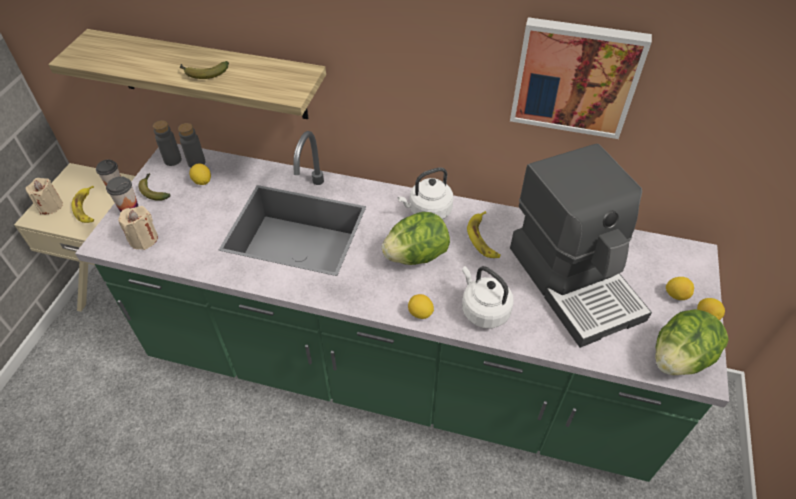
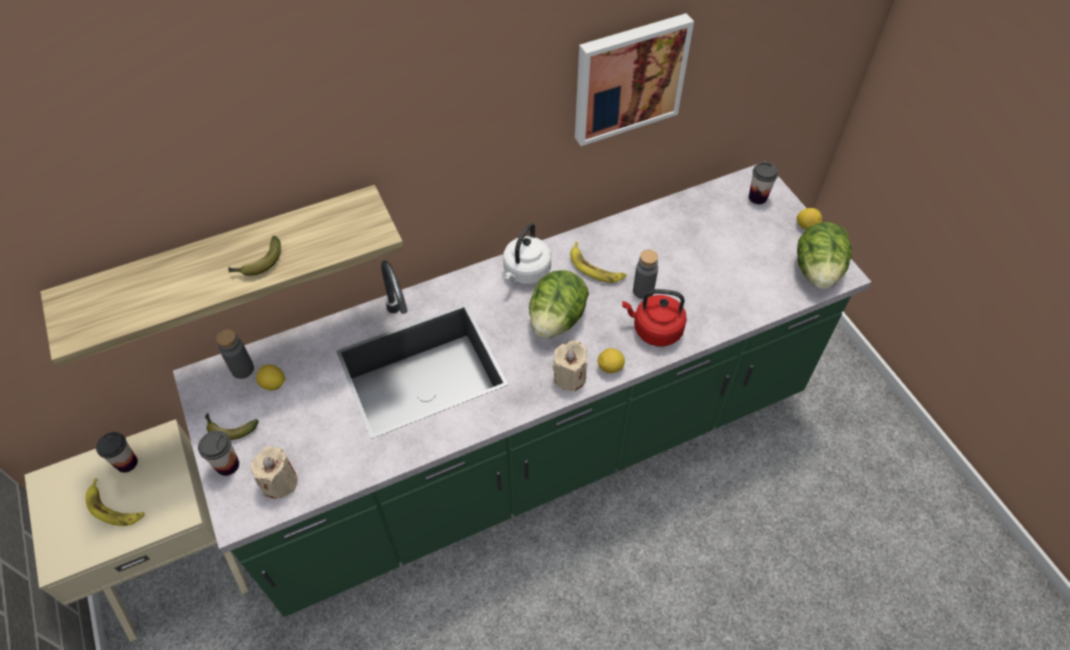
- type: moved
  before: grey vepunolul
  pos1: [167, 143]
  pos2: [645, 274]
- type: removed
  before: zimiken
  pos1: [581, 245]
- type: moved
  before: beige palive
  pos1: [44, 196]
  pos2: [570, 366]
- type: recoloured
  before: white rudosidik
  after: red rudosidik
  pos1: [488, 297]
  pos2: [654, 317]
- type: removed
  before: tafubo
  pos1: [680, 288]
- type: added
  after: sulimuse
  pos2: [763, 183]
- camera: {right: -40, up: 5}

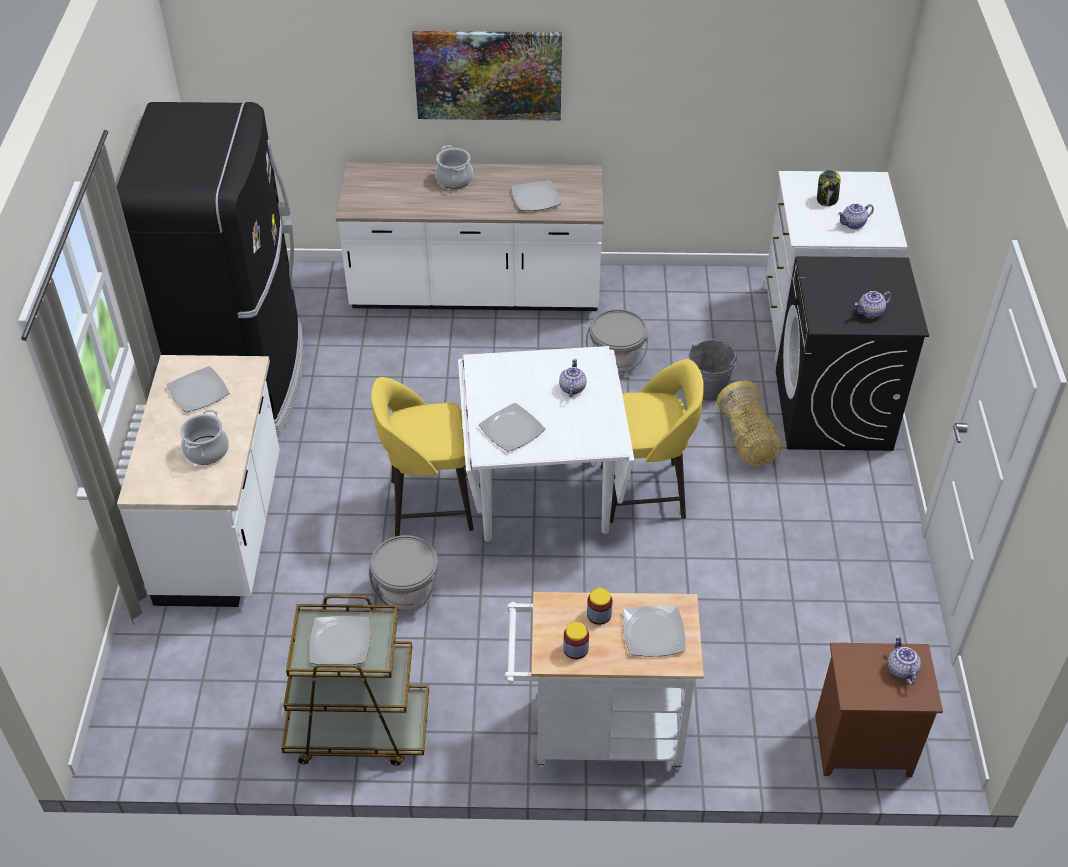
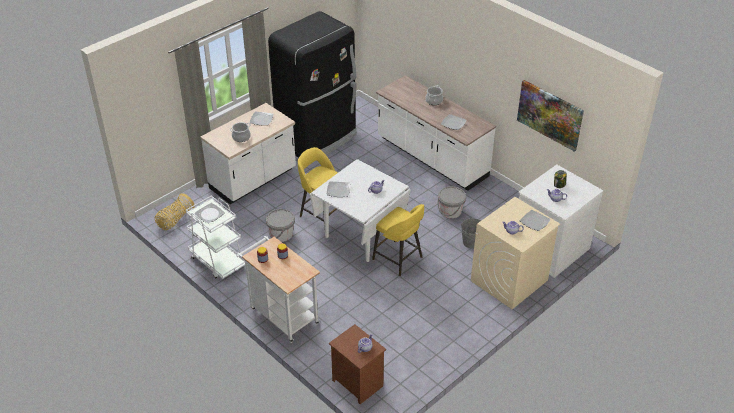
- type: moved
  before: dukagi
  pos1: [487, 76]
  pos2: [550, 116]
- type: recoloured
  before: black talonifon
  after: beige talonifon
  pos1: [852, 353]
  pos2: [515, 253]
- type: moved
  before: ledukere
  pos1: [749, 423]
  pos2: [175, 211]
- type: recoloured
  before: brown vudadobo
  after: white vudadobo
  pos1: [355, 680]
  pos2: [215, 237]
- type: moved
  before: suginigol
  pos1: [654, 631]
  pos2: [535, 220]
- camera: {right: 45, up: -5}

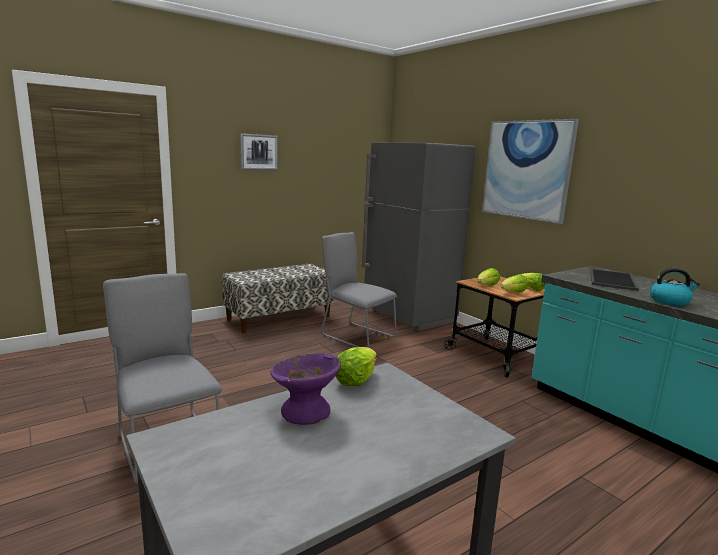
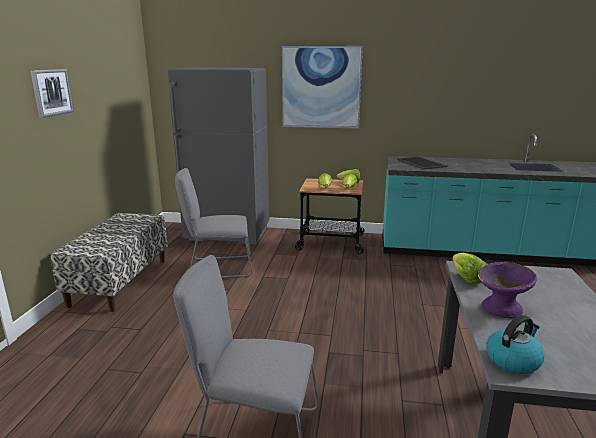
- type: moved
  before: rudosidik
  pos1: [675, 287]
  pos2: [515, 344]
- camera: {right: -45, up: 5}

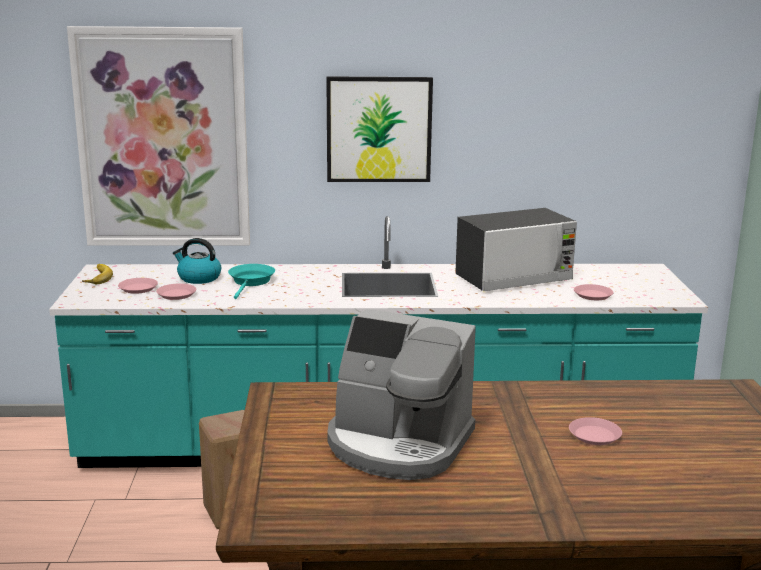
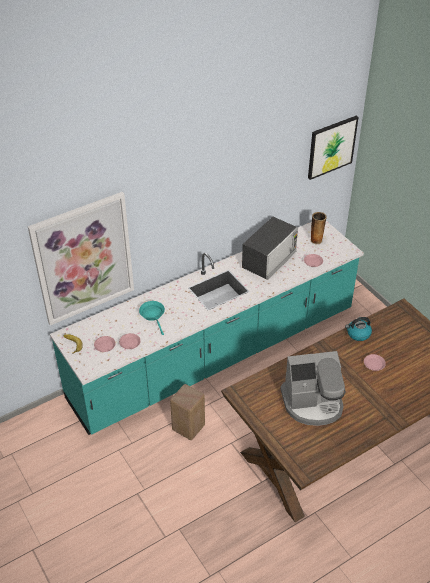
- type: moved
  before: dukagi
  pos1: [379, 129]
  pos2: [333, 148]
- type: moved
  before: rudosidik
  pos1: [197, 261]
  pos2: [358, 329]
- type: added
  after: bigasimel
  pos2: [319, 228]
- camera: {right: -30, up: 25}

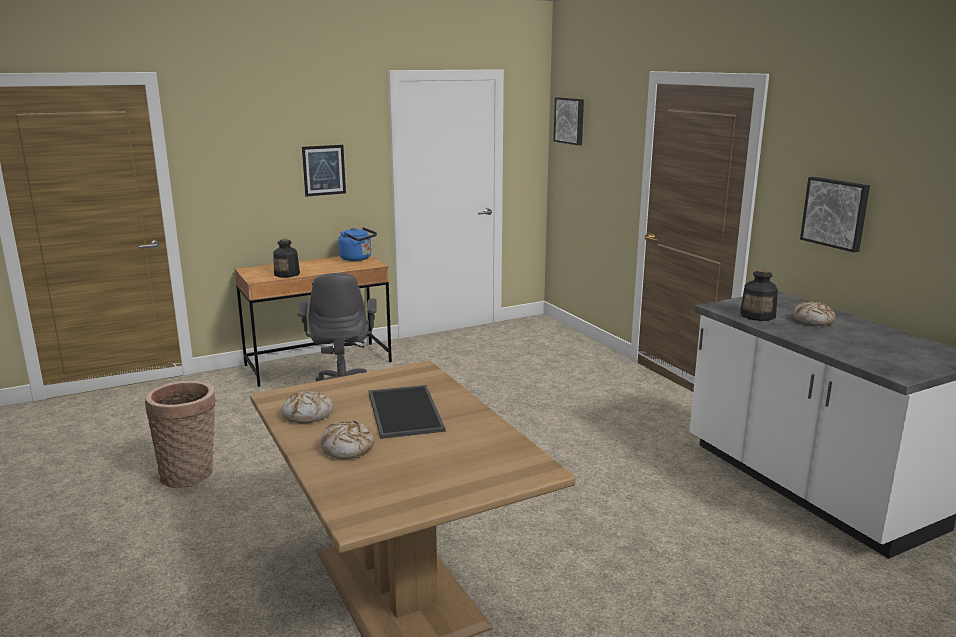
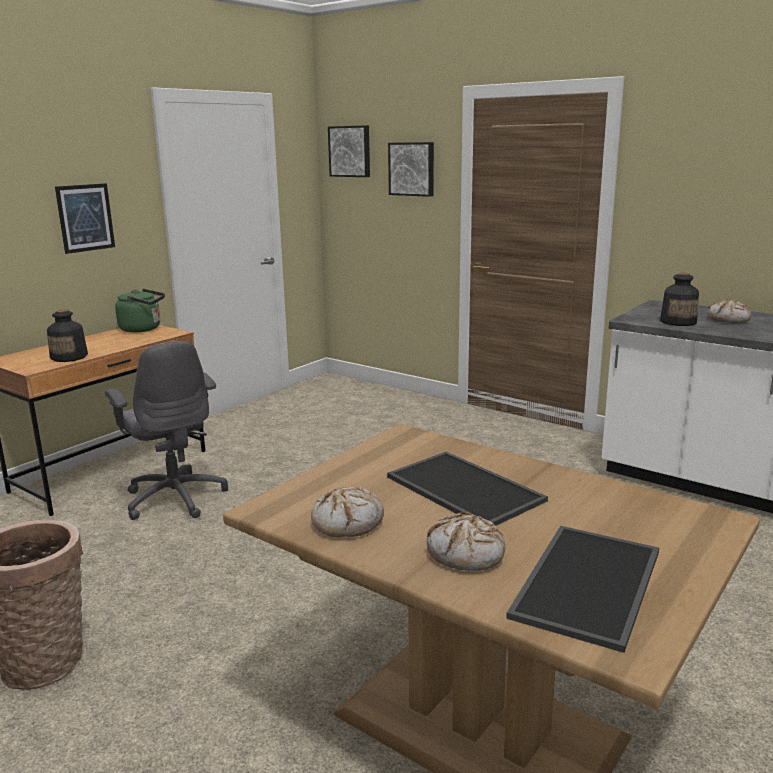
- type: moved
  before: dukagi
  pos1: [835, 214]
  pos2: [411, 169]
- type: recoloured
  before: blue rudosidik
  after: green rudosidik
  pos1: [357, 244]
  pos2: [140, 311]
- type: added
  after: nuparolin
  pos2: [582, 589]
- camera: {right: -25, up: 0}

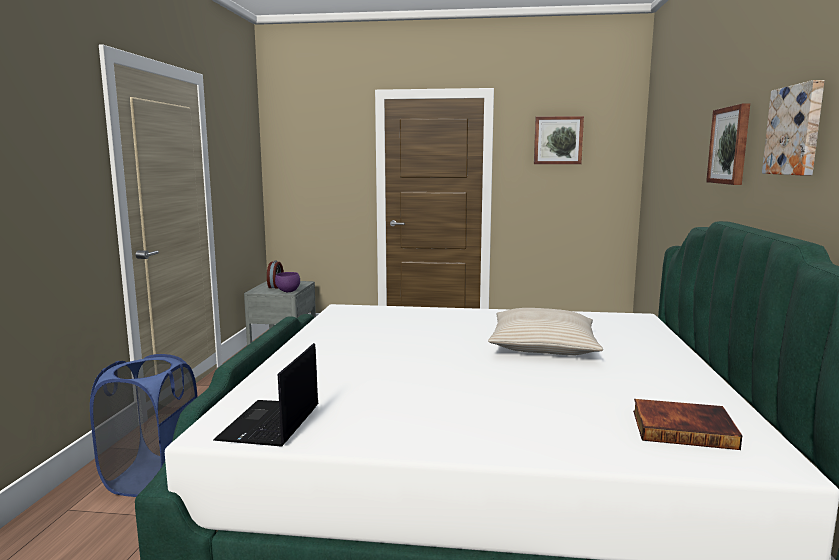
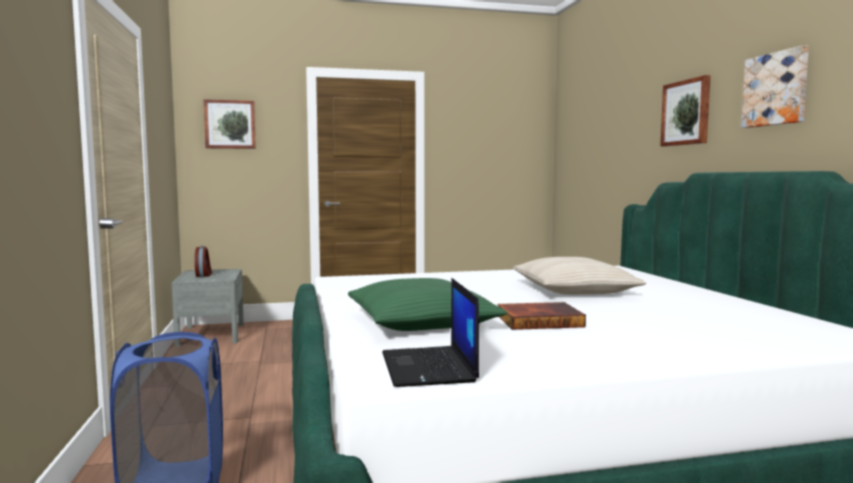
- type: moved
  before: dukagi
  pos1: [559, 140]
  pos2: [230, 124]
- type: removed
  before: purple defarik
  pos1: [287, 282]
- type: moved
  before: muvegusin
  pos1: [687, 424]
  pos2: [541, 316]
- type: added
  after: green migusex
  pos2: [427, 304]
- camera: {right: -20, up: -5}

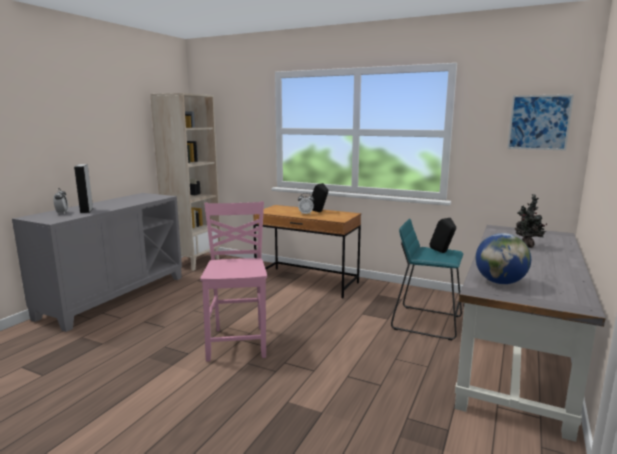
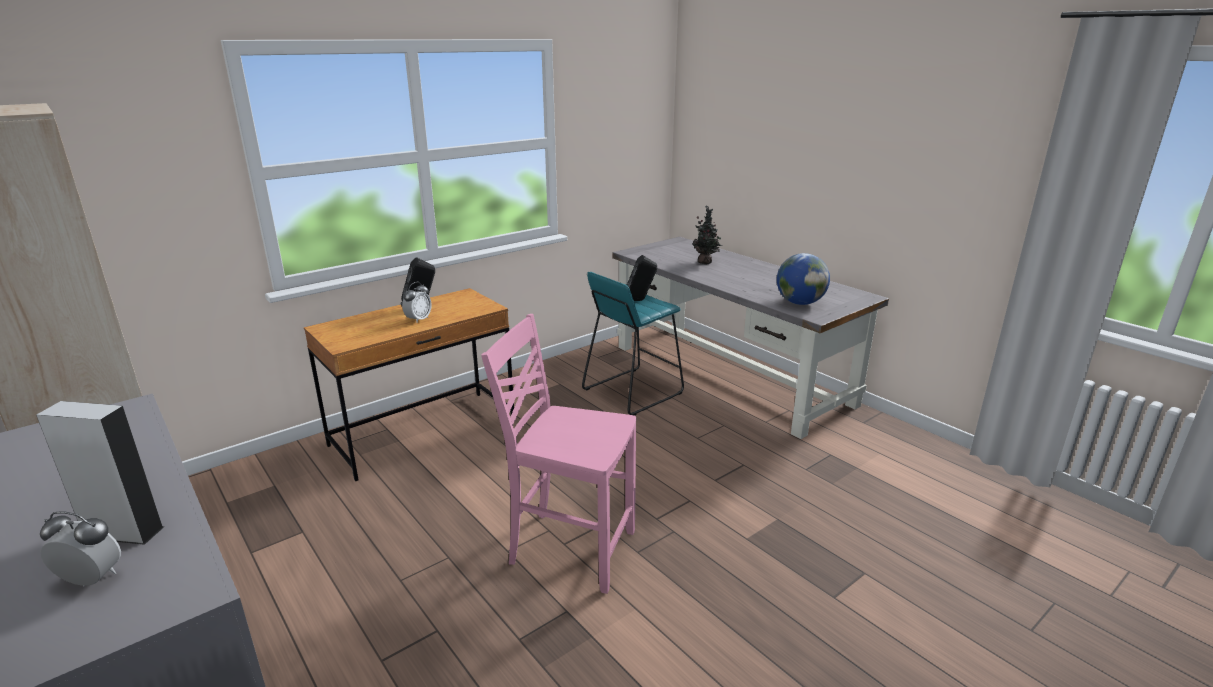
- type: removed
  before: dukagi
  pos1: [540, 122]
- camera: {right: -65, up: 10}

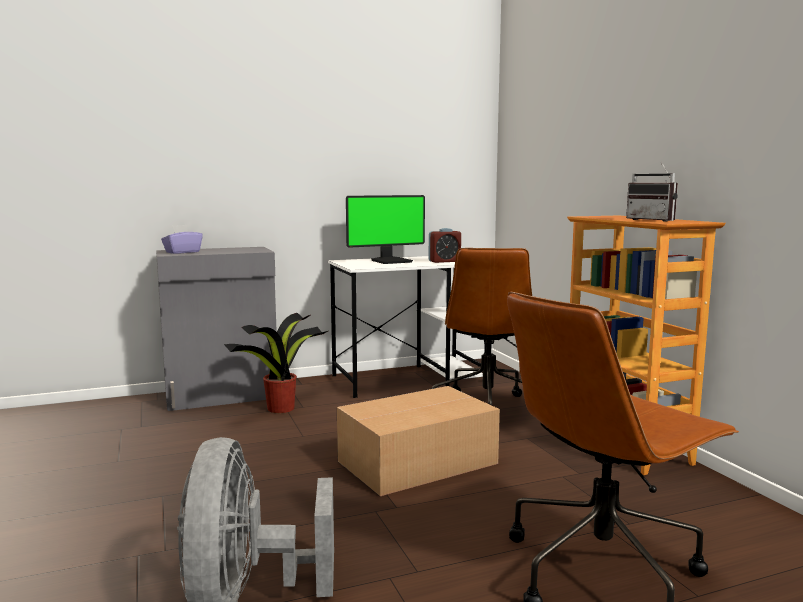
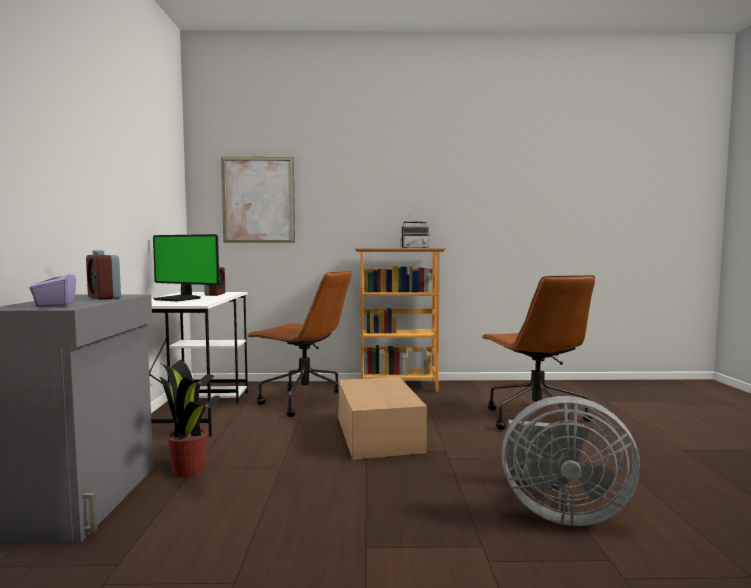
- type: turned
  before: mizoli
  pos1: [385, 229]
  pos2: [186, 268]
  turn: 120
- type: added
  after: dukagi
  pos2: [258, 200]
- type: added
  after: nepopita
  pos2: [103, 275]
- camera: {right: -70, up: -5}

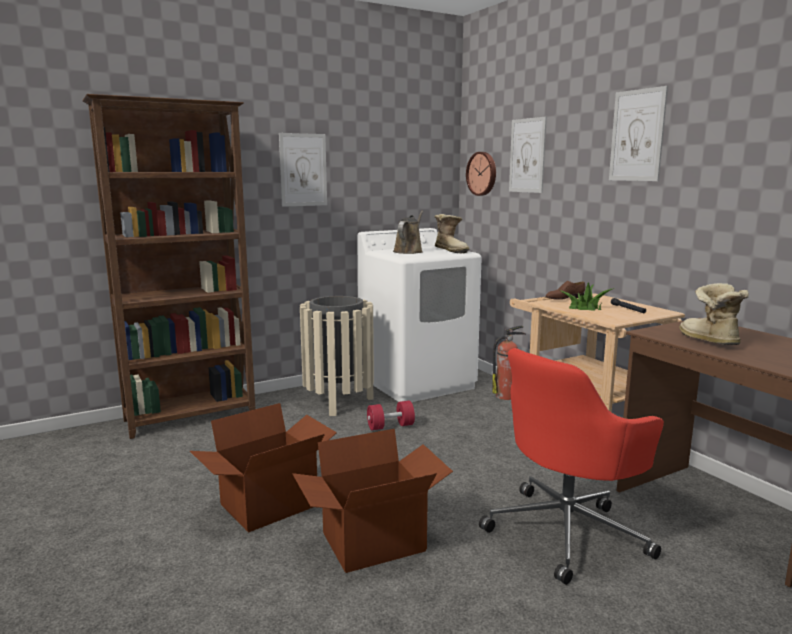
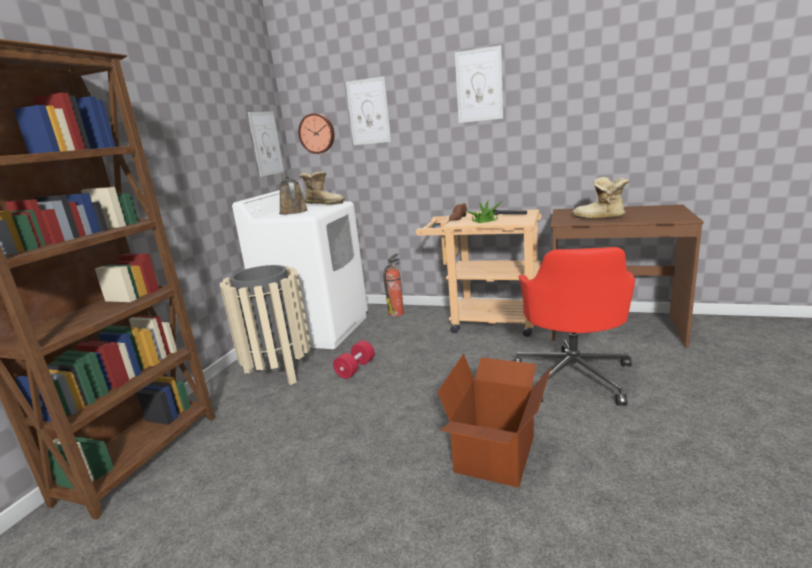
- type: moved
  before: dukagi
  pos1: [303, 170]
  pos2: [266, 144]
- type: removed
  before: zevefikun
  pos1: [263, 468]
- camera: {right: -40, up: 5}

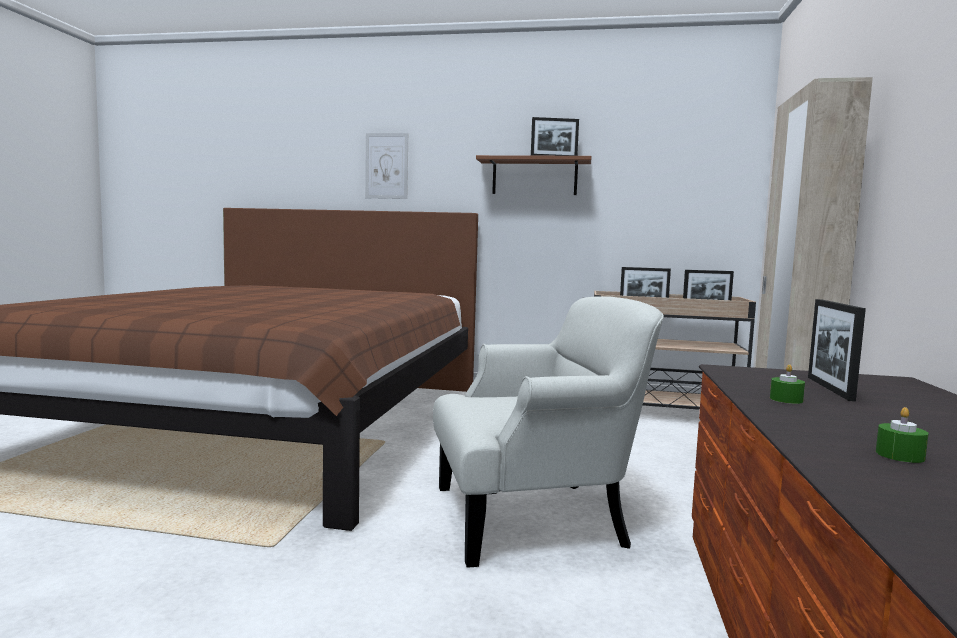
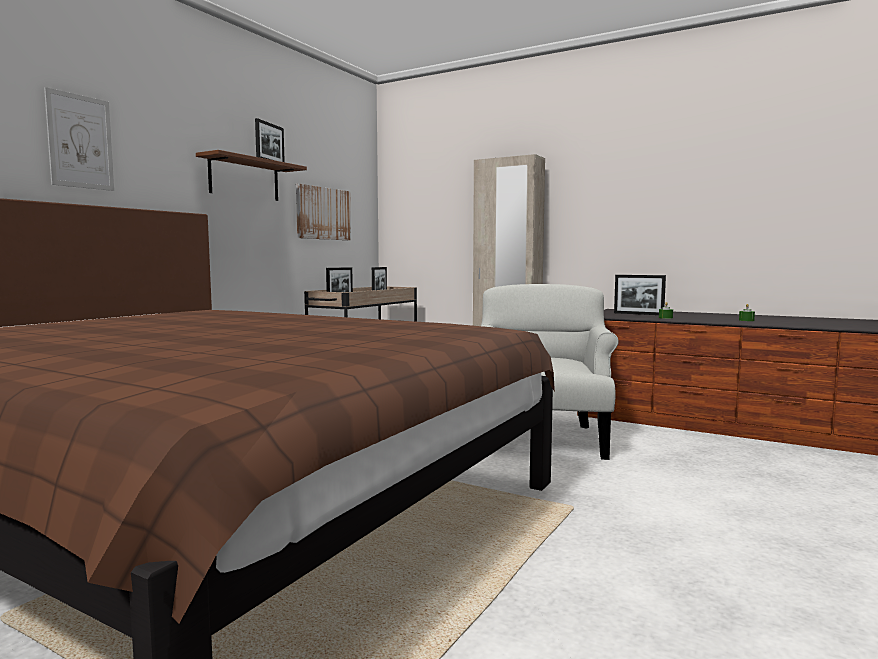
- type: added
  after: dukagi
  pos2: [323, 212]
- camera: {right: -70, up: 0}

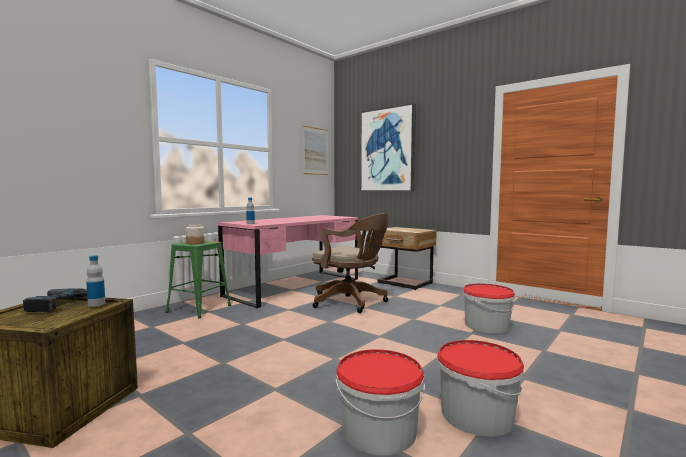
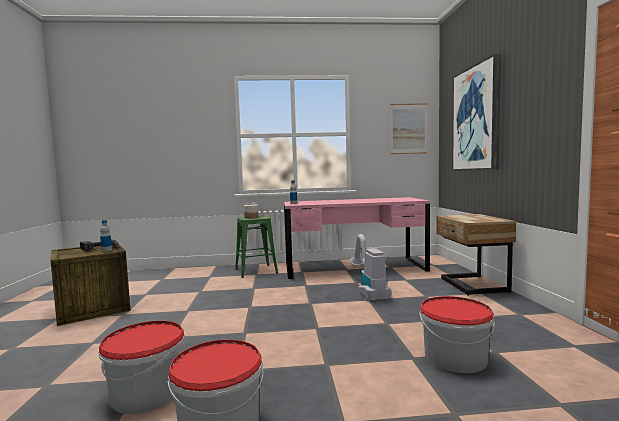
- type: replaced
  before: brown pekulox
  after: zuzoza
  pos1: [350, 263]
  pos2: [370, 267]
- camera: {right: 45, up: 0}

